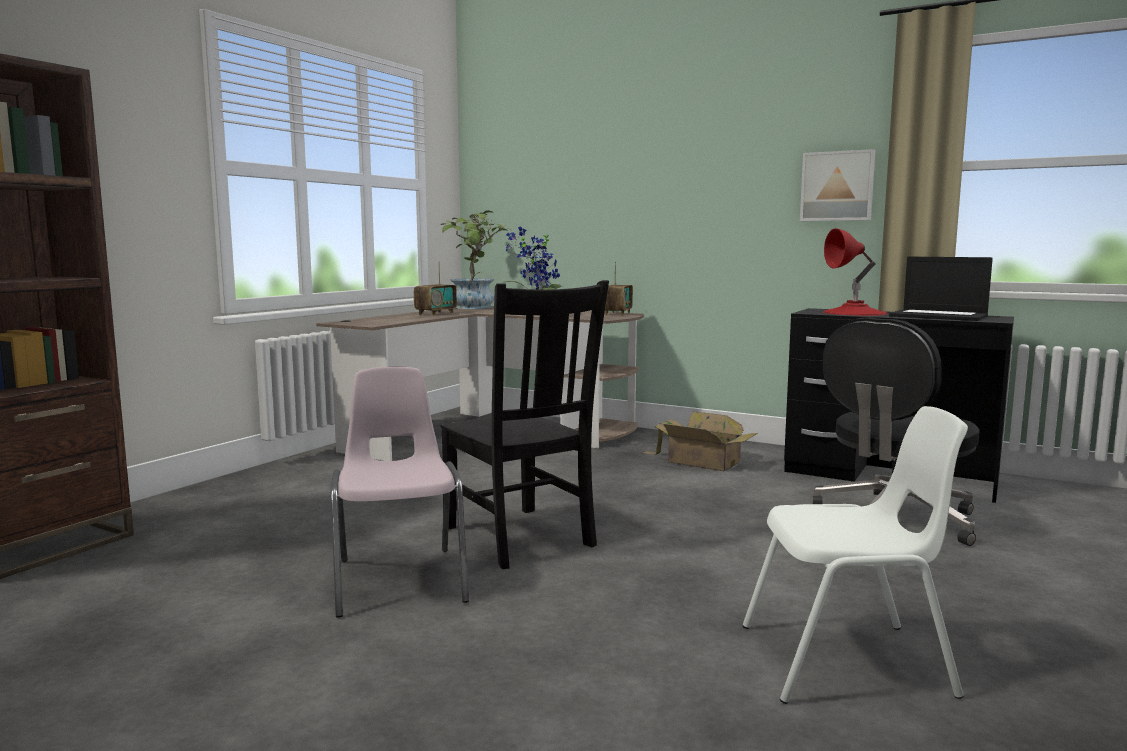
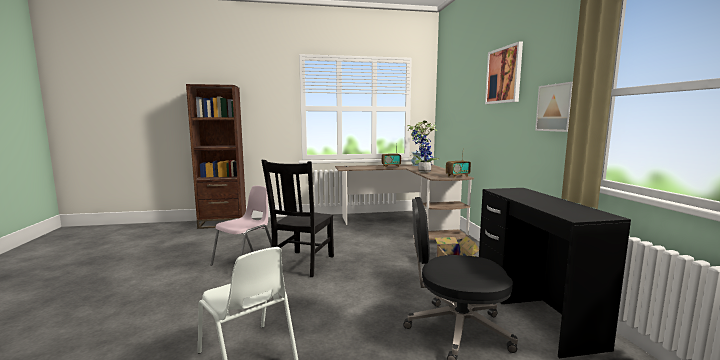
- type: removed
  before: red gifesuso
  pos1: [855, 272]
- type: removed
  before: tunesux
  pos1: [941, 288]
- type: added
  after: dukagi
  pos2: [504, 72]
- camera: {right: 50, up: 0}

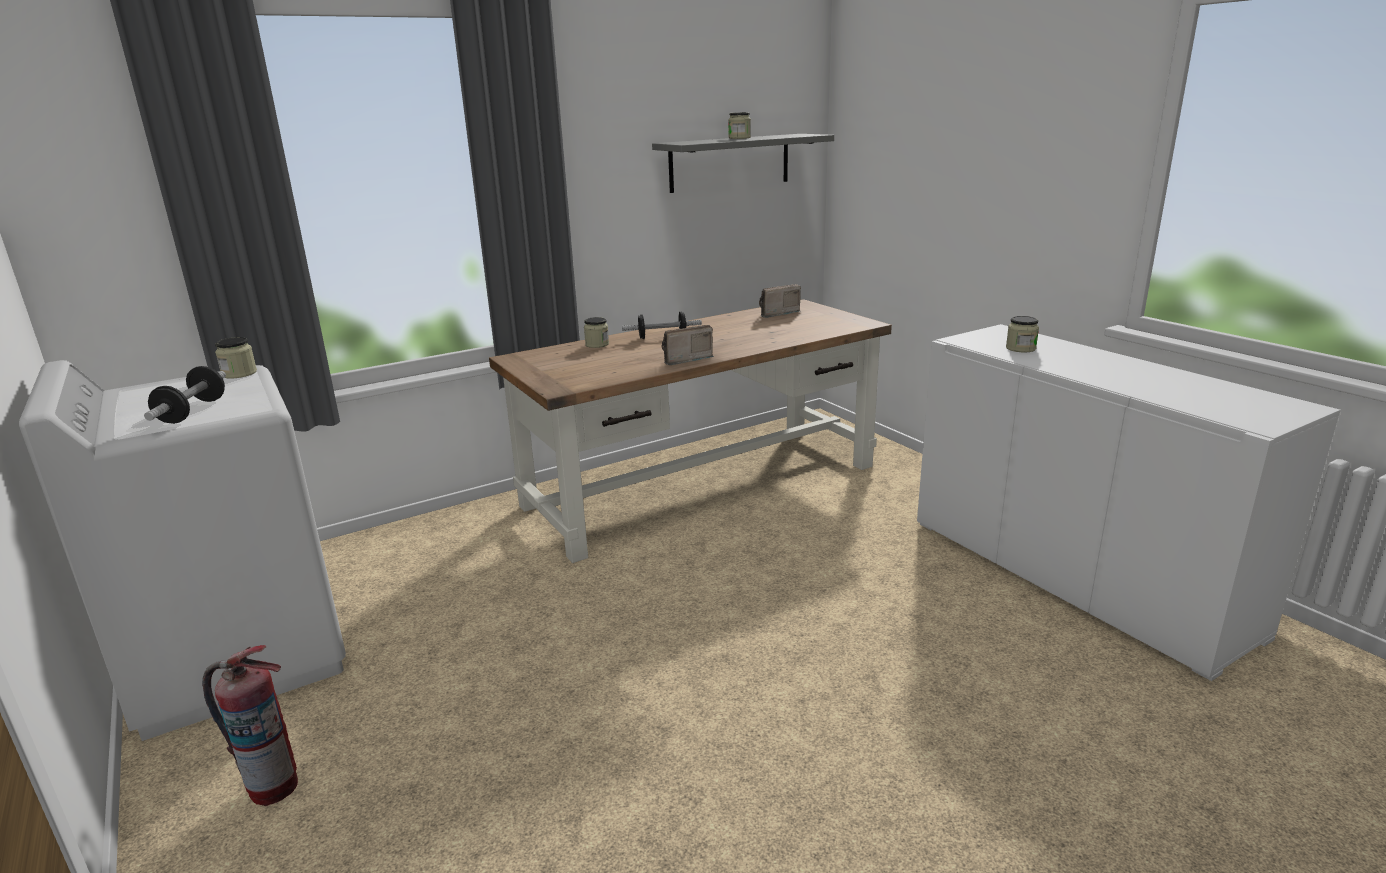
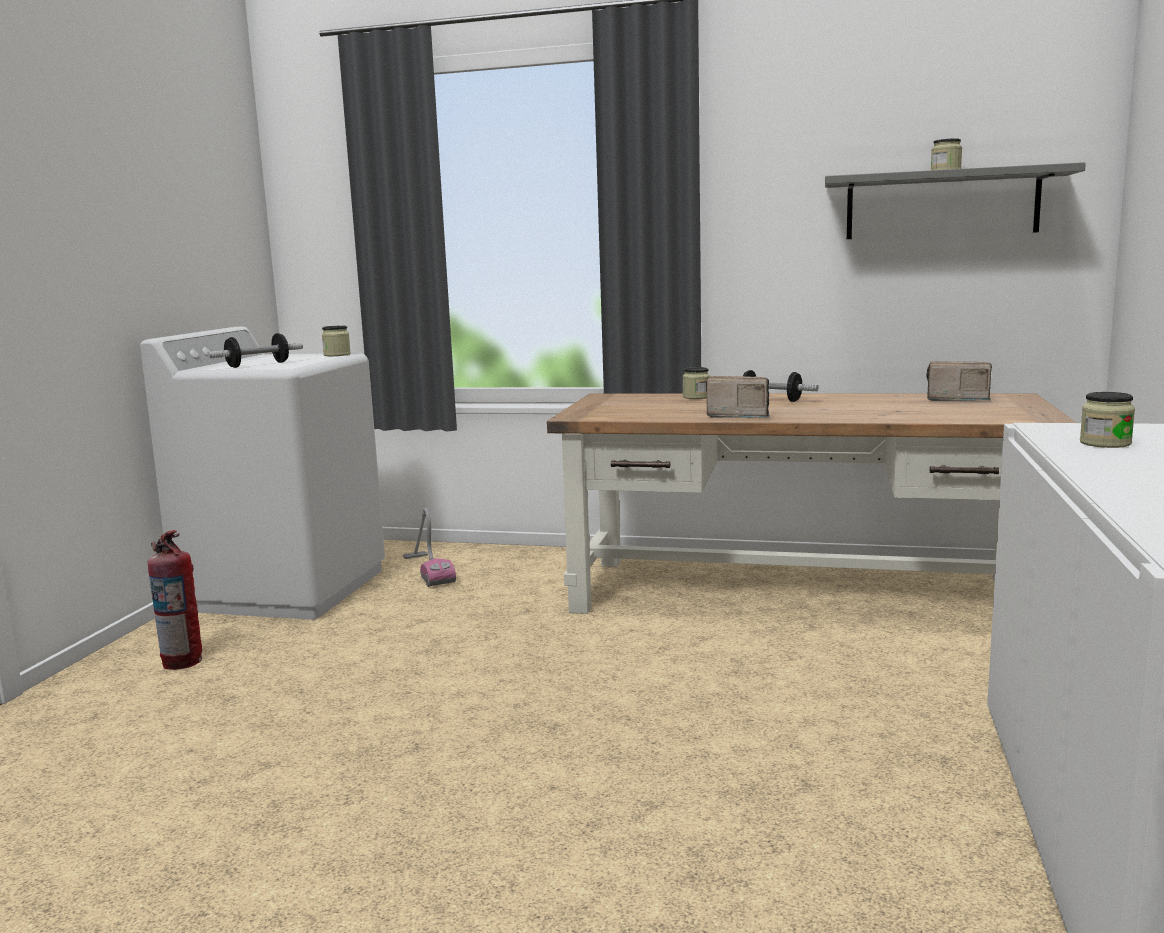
- type: added
  after: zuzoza
  pos2: [429, 547]
- camera: {right: 45, up: -10}

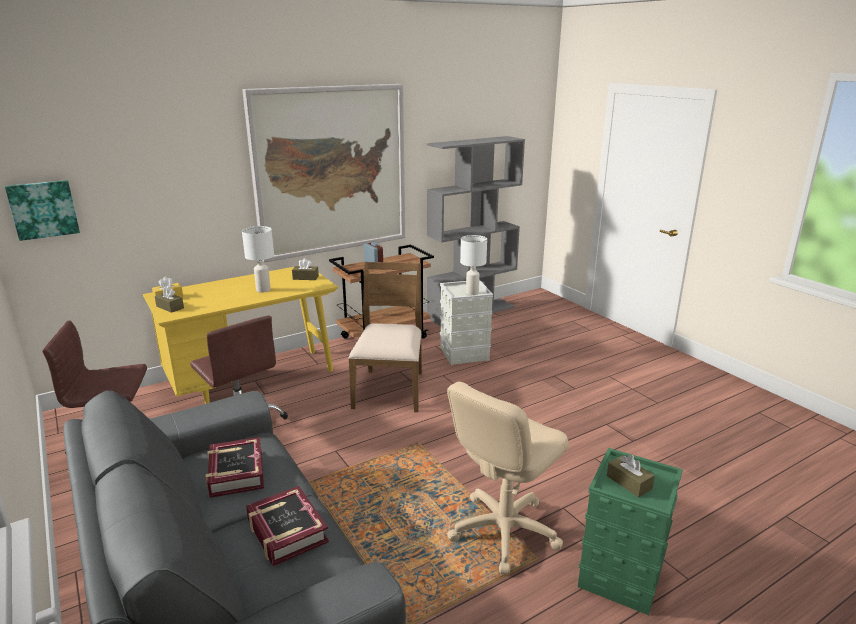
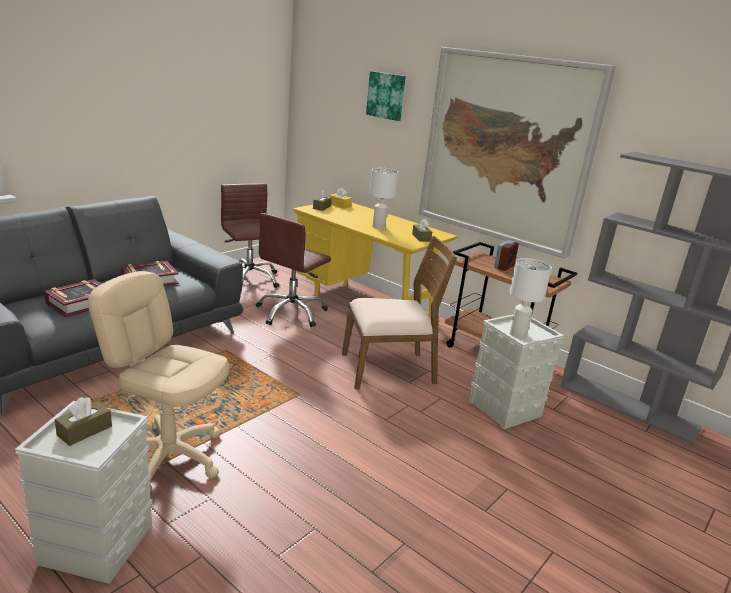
- type: moved
  before: dukagi
  pos1: [42, 210]
  pos2: [386, 96]
- type: recoloured
  before: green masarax
  after: grey masarax
  pos1: [630, 531]
  pos2: [84, 492]
- camera: {right: 70, up: 0}

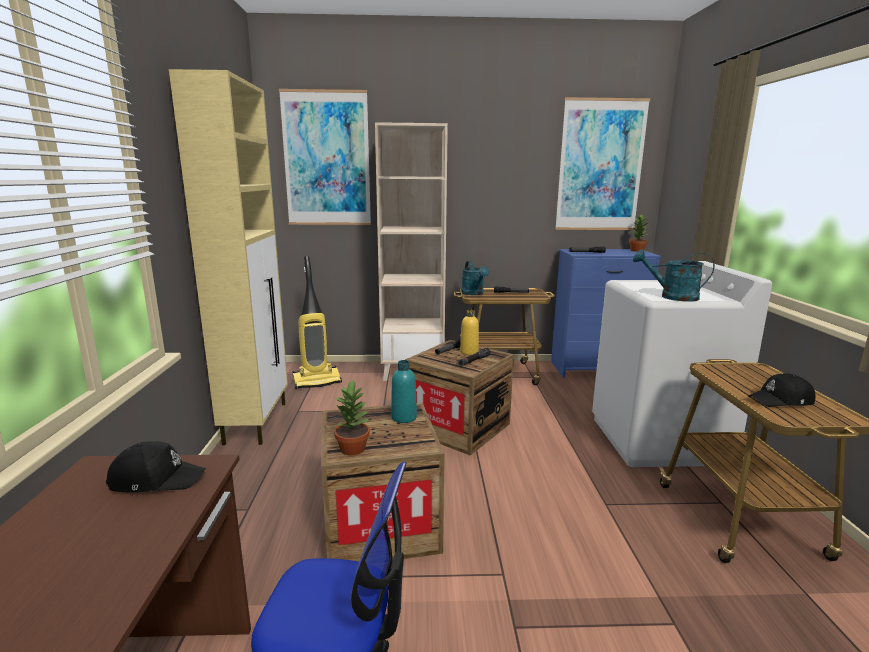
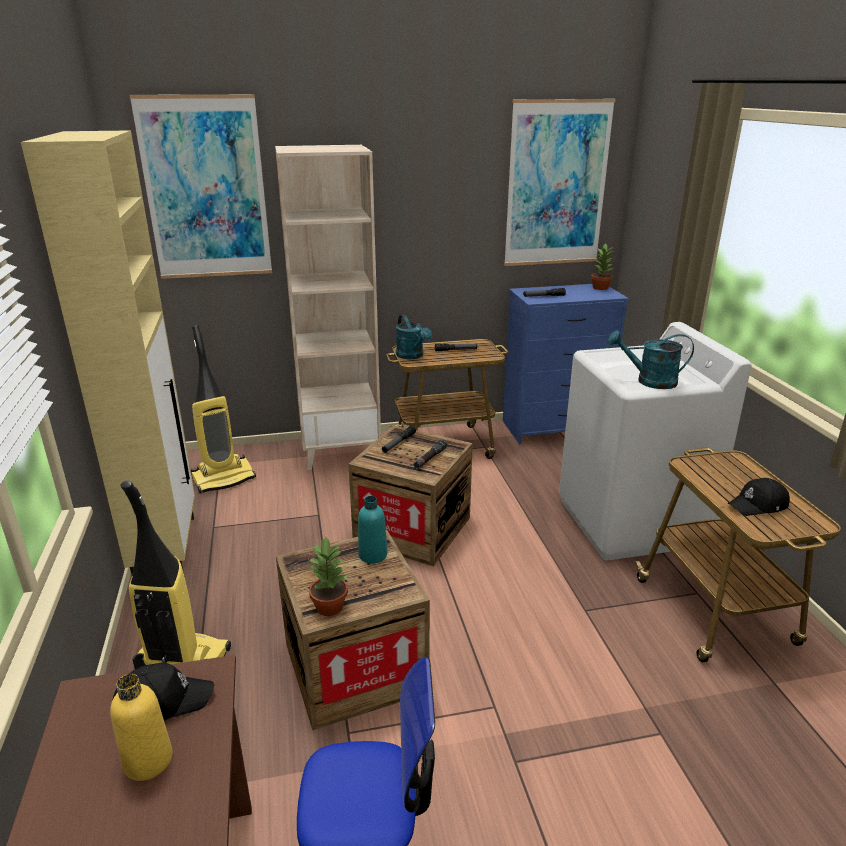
- type: moved
  before: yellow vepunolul
  pos1: [469, 332]
  pos2: [141, 727]
- type: added
  after: zuzoza
  pos2: [175, 574]
- camera: {right: -10, up: 10}

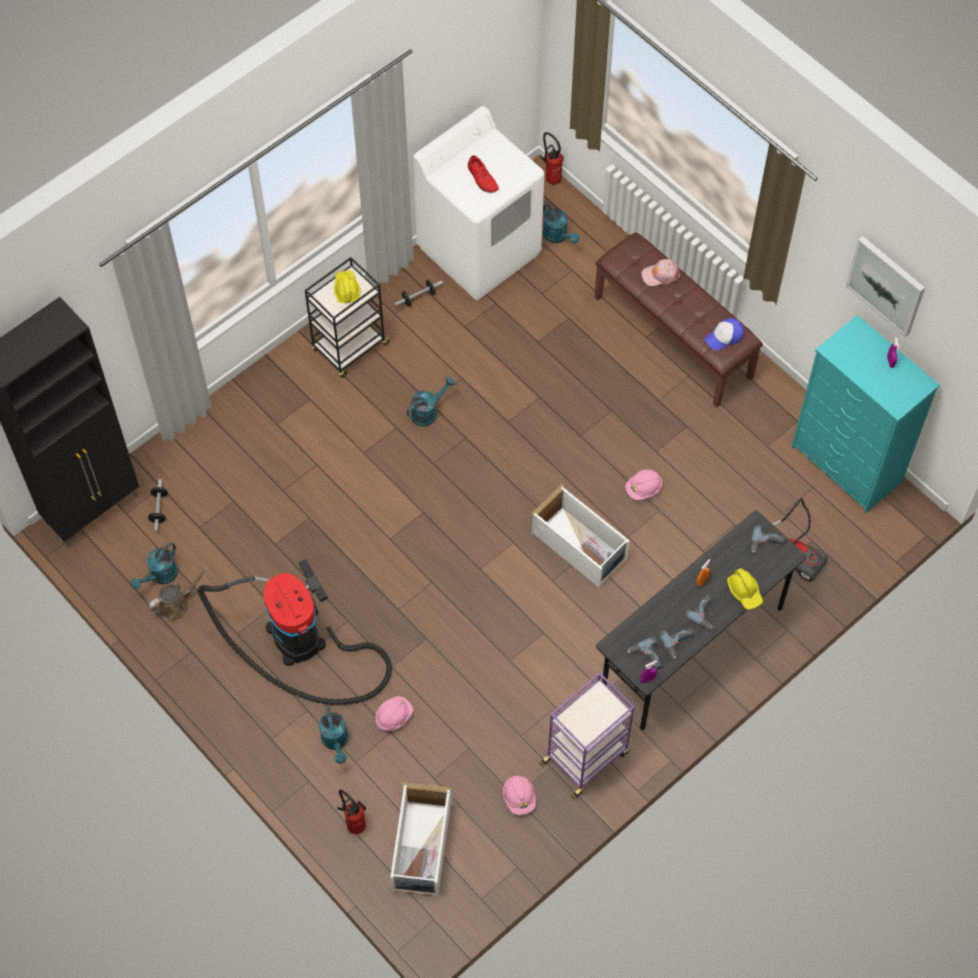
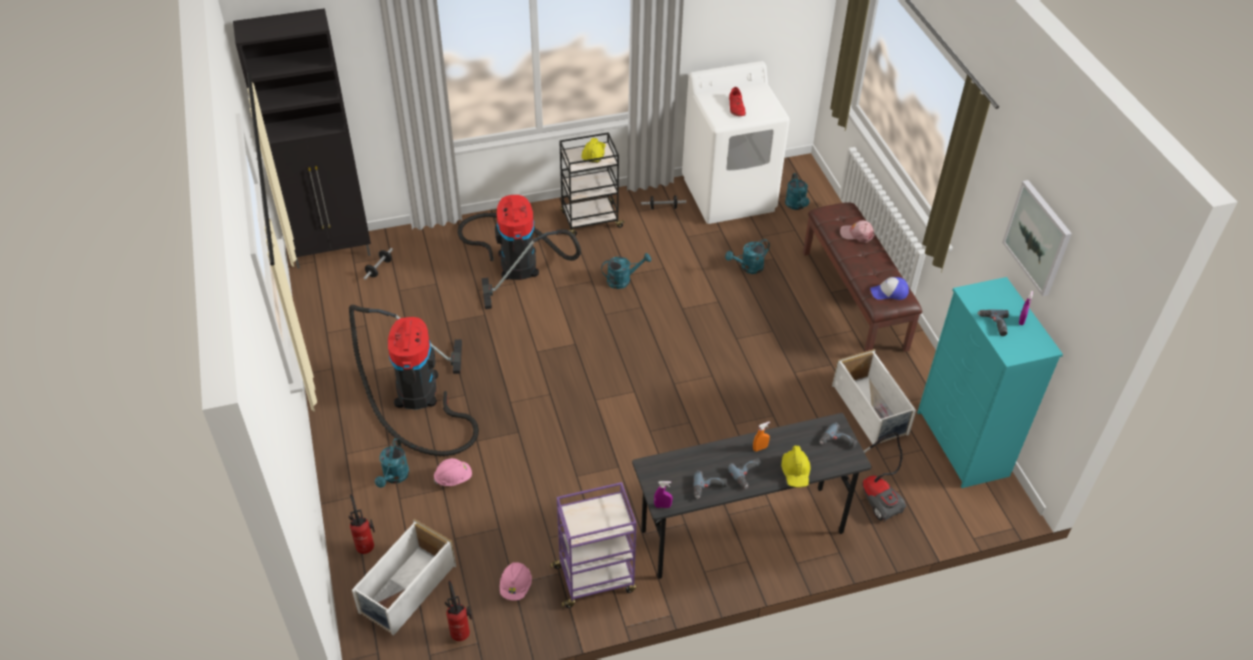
- type: moved
  before: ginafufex
  pos1: [552, 158]
  pos2: [458, 610]
- type: removed
  before: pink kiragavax
  pos1: [643, 484]
- type: moved
  before: white masarax
  pos1: [580, 535]
  pos2: [874, 396]
- type: moved
  before: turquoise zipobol
  pos1: [154, 565]
  pos2: [747, 256]
- type: removed
  before: brown zipobol
  pos1: [178, 594]
- type: moved
  before: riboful
  pos1: [644, 653]
  pos2: [993, 323]
- type: added
  after: zuzoza
  pos2: [519, 252]
- camera: {right: 25, up: -15}

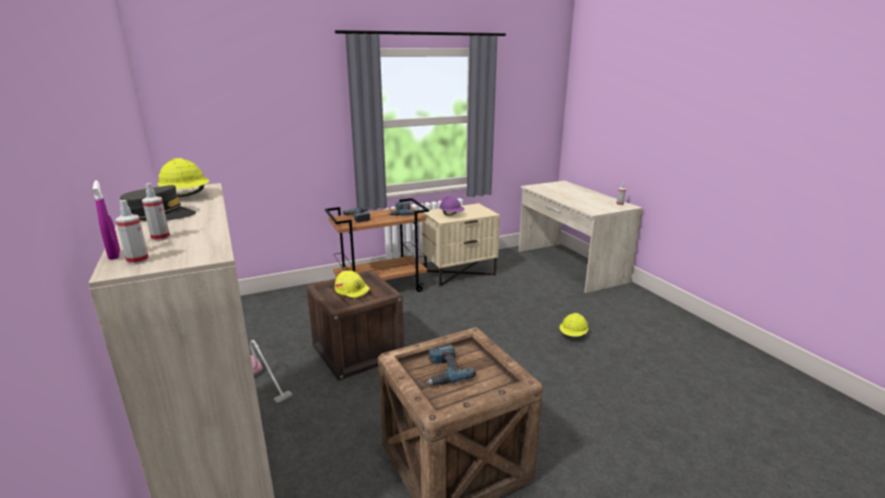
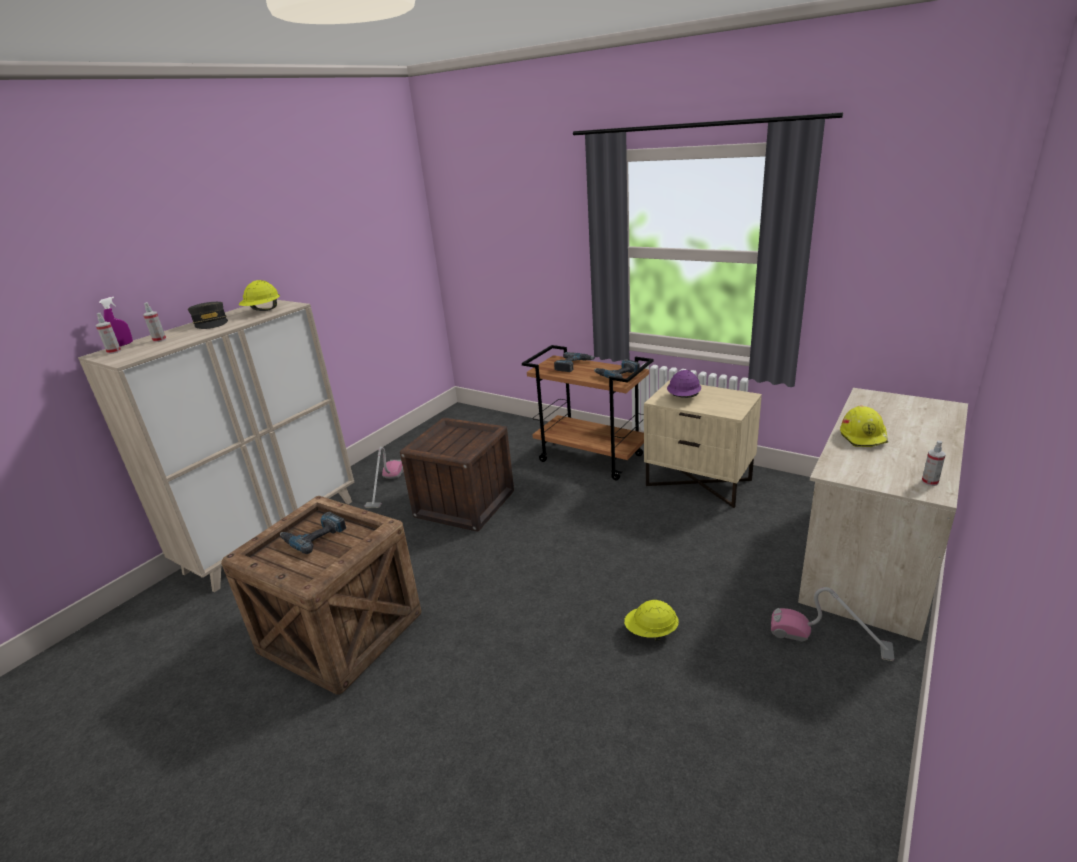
- type: moved
  before: yellow kiragavax
  pos1: [352, 285]
  pos2: [864, 426]
- type: added
  after: zuzoza
  pos2: [832, 624]
- camera: {right: 60, up: 5}

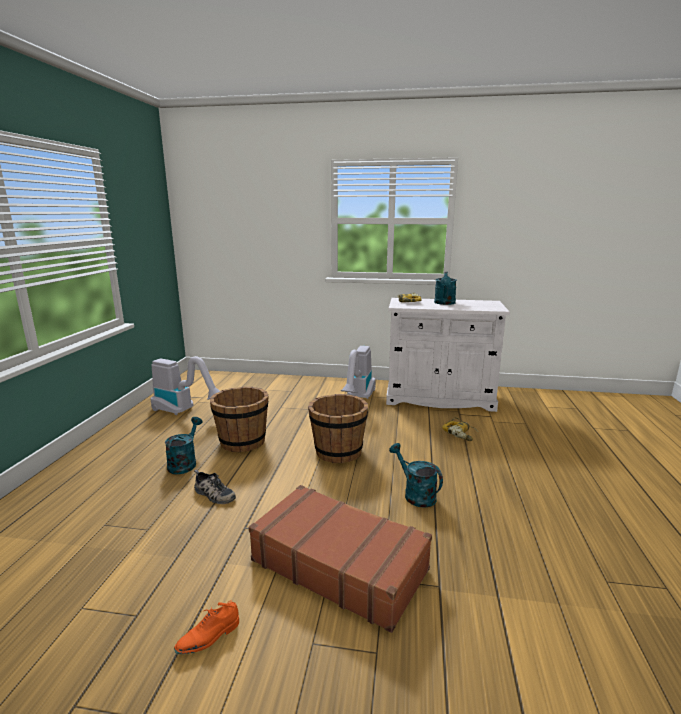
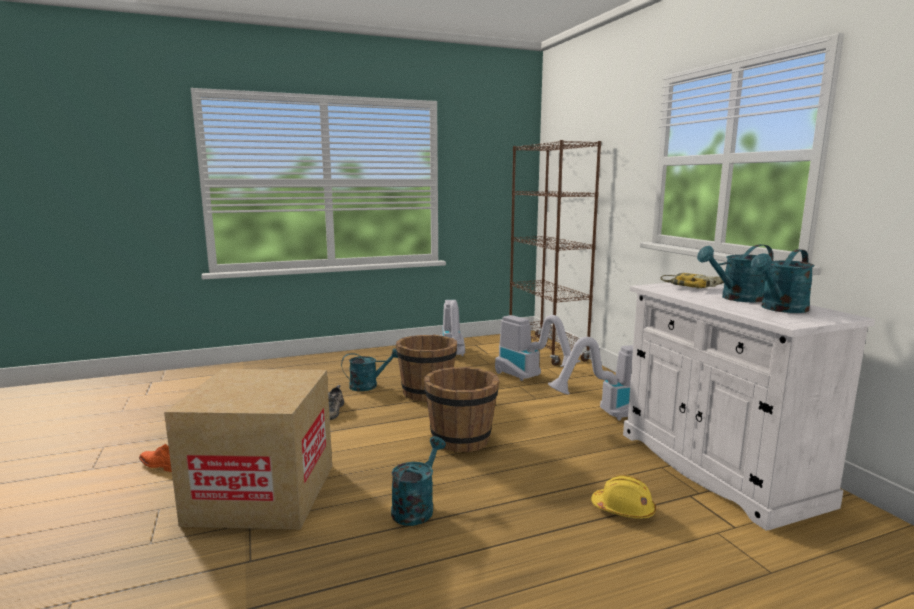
- type: replaced
  before: riboful
  after: yellow kiragavax
  pos1: [460, 429]
  pos2: [623, 497]
- type: replaced
  before: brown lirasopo
  after: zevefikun
  pos1: [340, 559]
  pos2: [248, 449]
- type: added
  after: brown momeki
  pos2: [555, 253]
- type: added
  after: turquoise zipobol
  pos2: [782, 281]
- type: added
  after: zuzoza
  pos2: [537, 348]
- camera: {right: 60, up: -5}

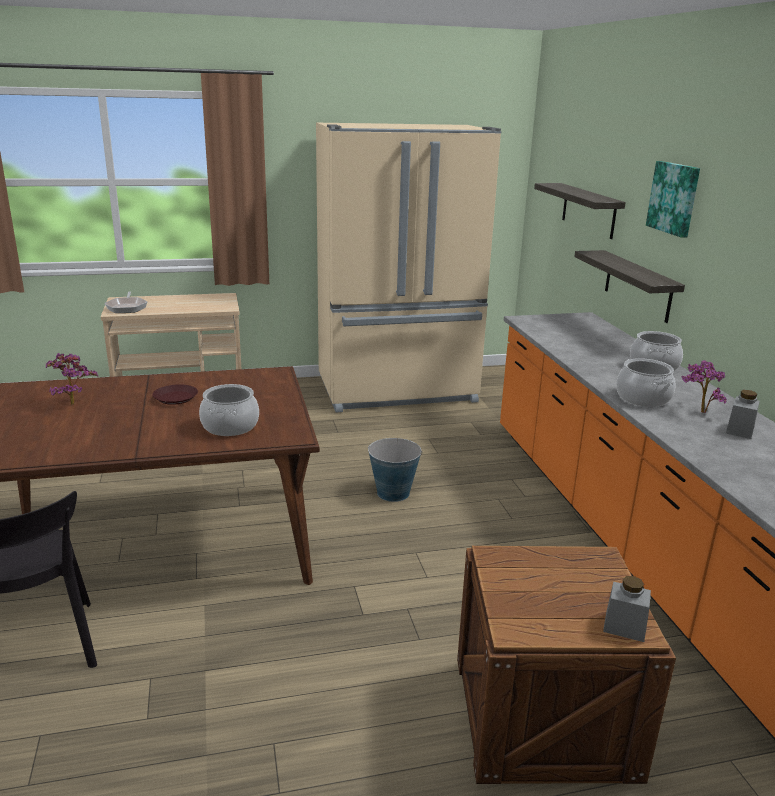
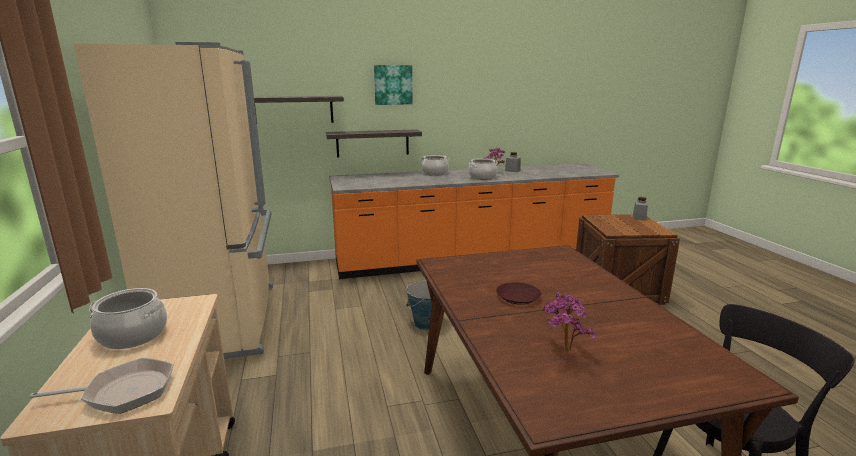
- type: moved
  before: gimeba
  pos1: [229, 410]
  pos2: [128, 318]
- camera: {right: -90, up: -5}

